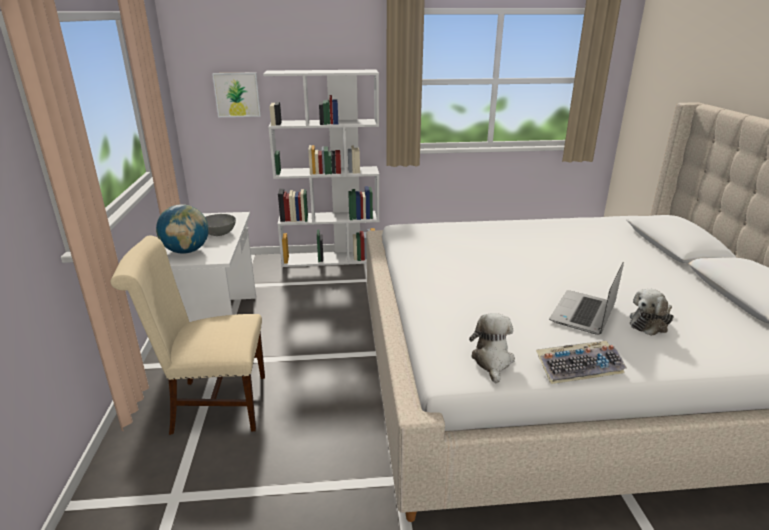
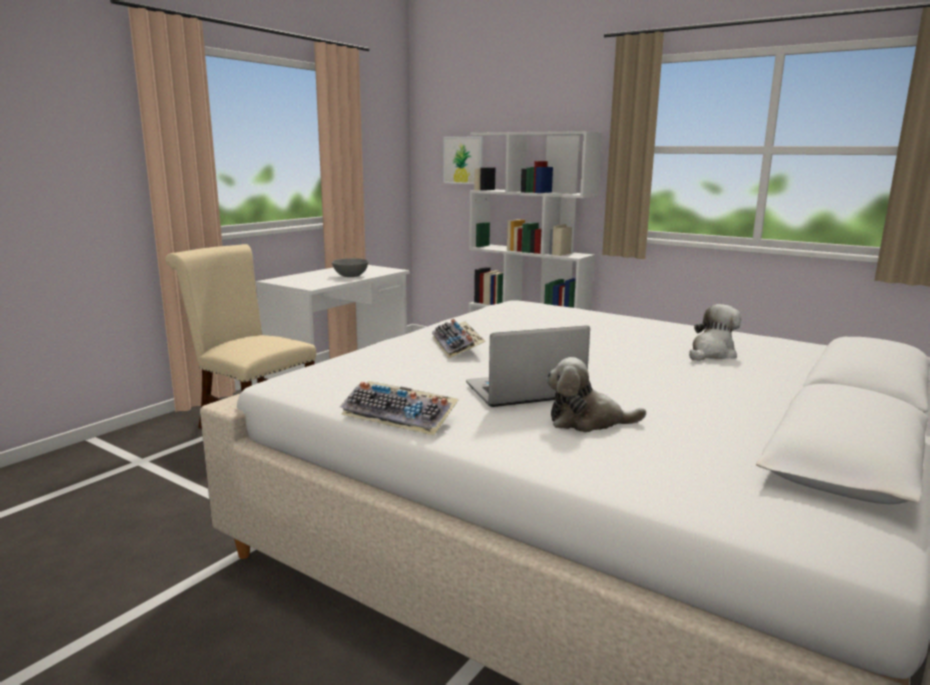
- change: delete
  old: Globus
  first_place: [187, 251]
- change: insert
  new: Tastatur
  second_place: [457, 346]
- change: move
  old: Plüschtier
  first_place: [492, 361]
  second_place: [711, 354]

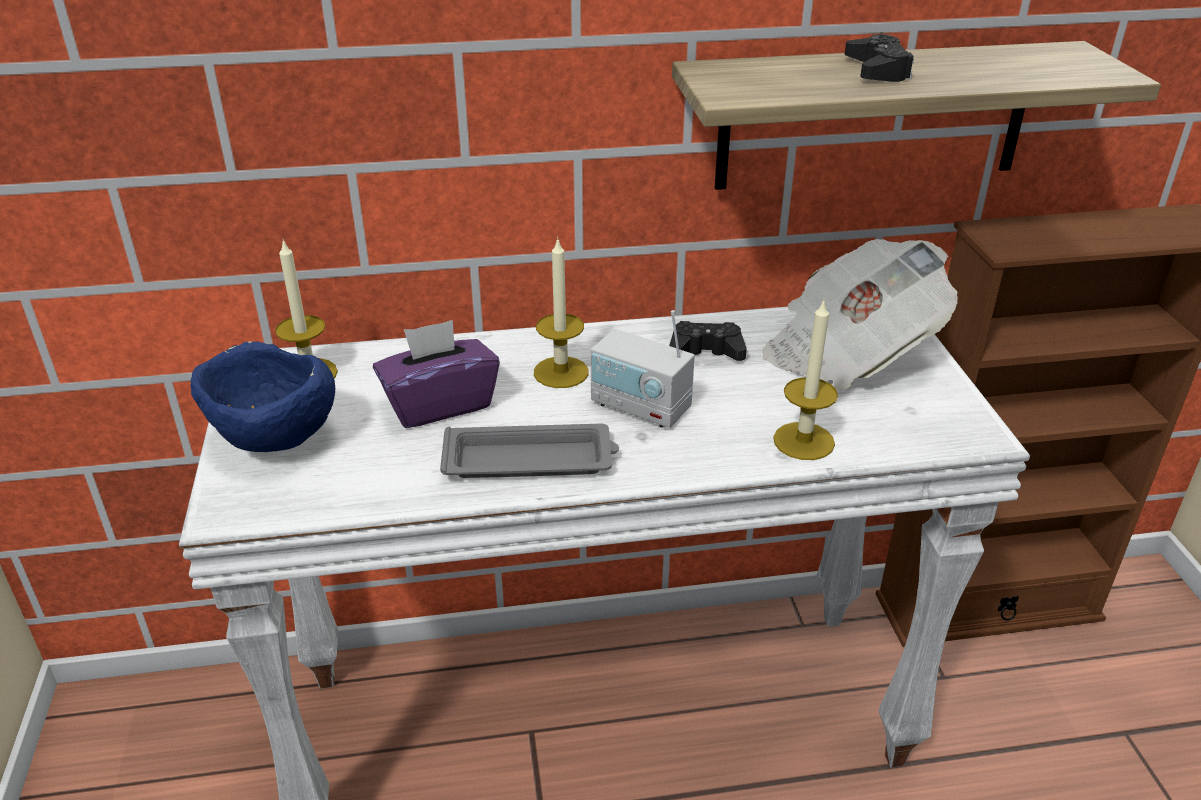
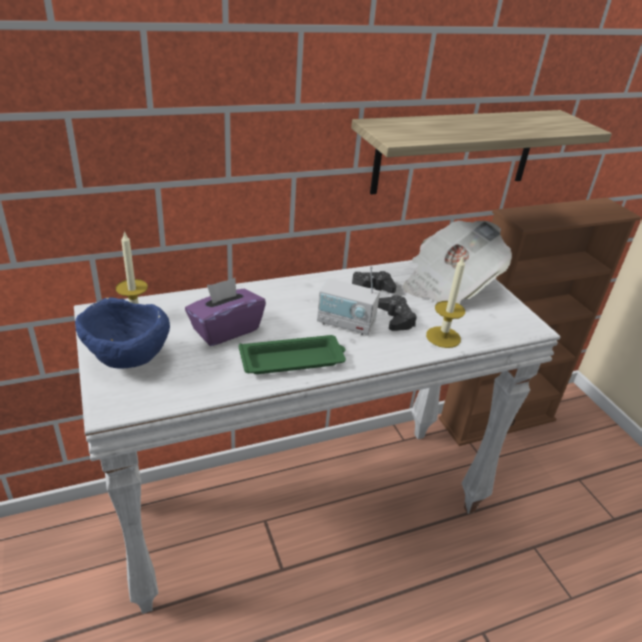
- change: delete
  old: Kerze
  first_place: [561, 372]
- change: move
  old: Gamepad (schwarz)
  first_place: [877, 70]
  second_place: [396, 318]
- change: recolor
  old: Tablett (grau)
  new: Tablett (grün)
  first_place: [531, 460]
  second_place: [294, 360]

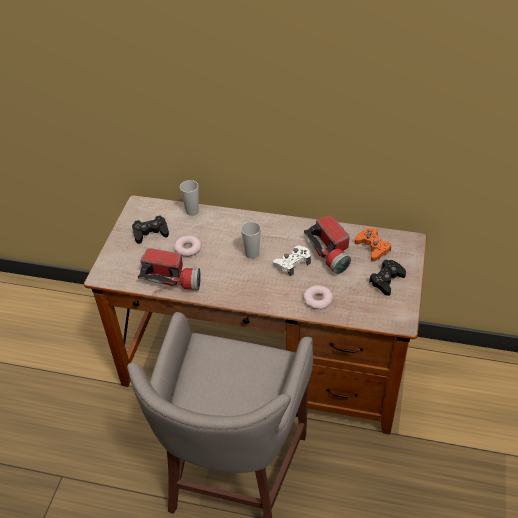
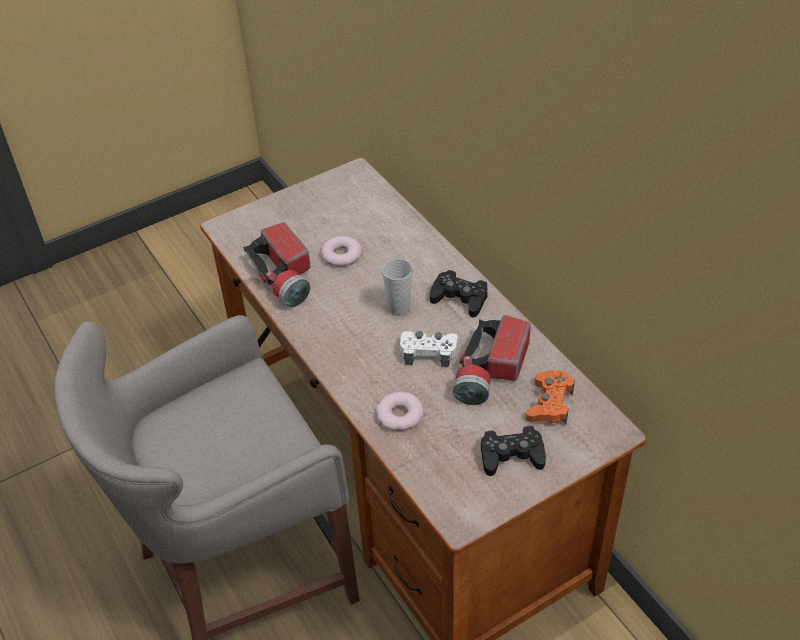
- change: delete
  old: Tasse
  first_place: [192, 211]
- change: move
  old: Gamepad (schwarz)
  first_place: [150, 232]
  second_place: [459, 298]

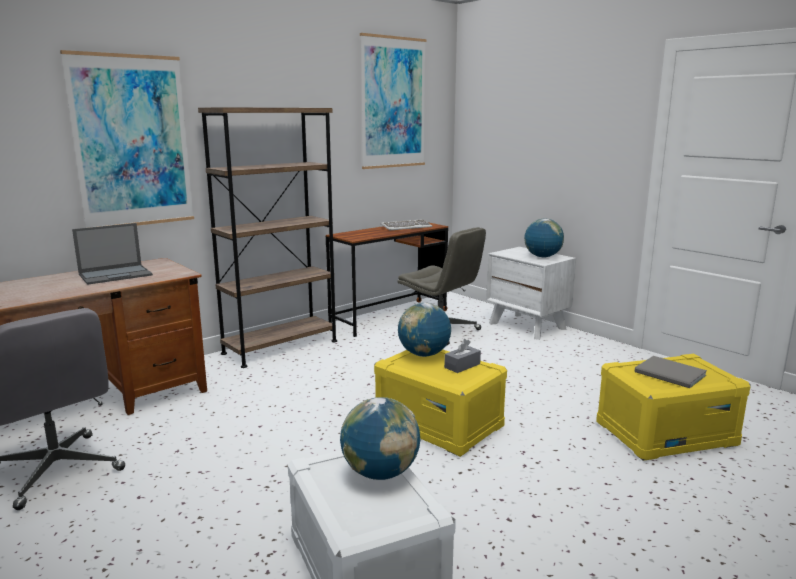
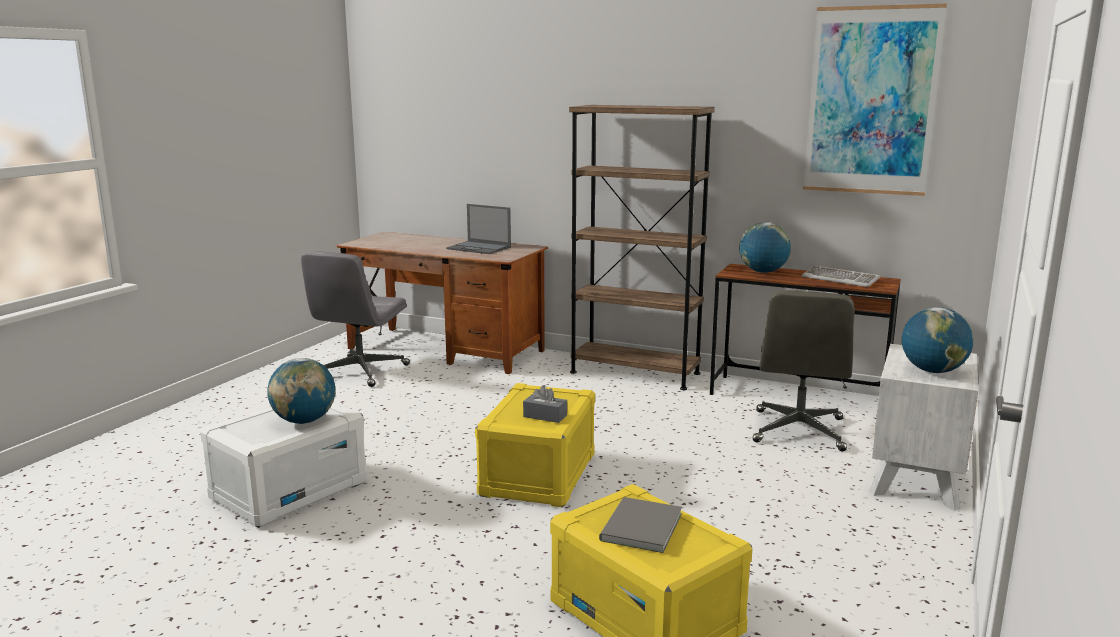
- change: delete
  old: Bild
  first_place: [132, 142]
- change: move
  old: Globus
  first_place: [424, 354]
  second_place: [763, 272]

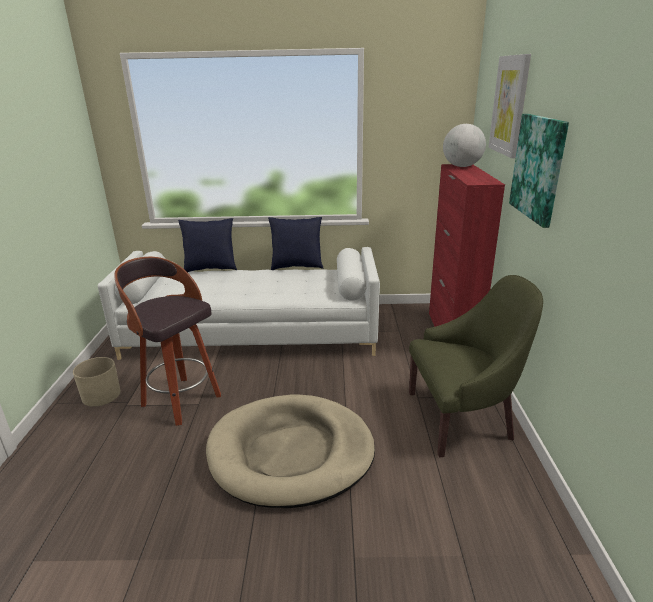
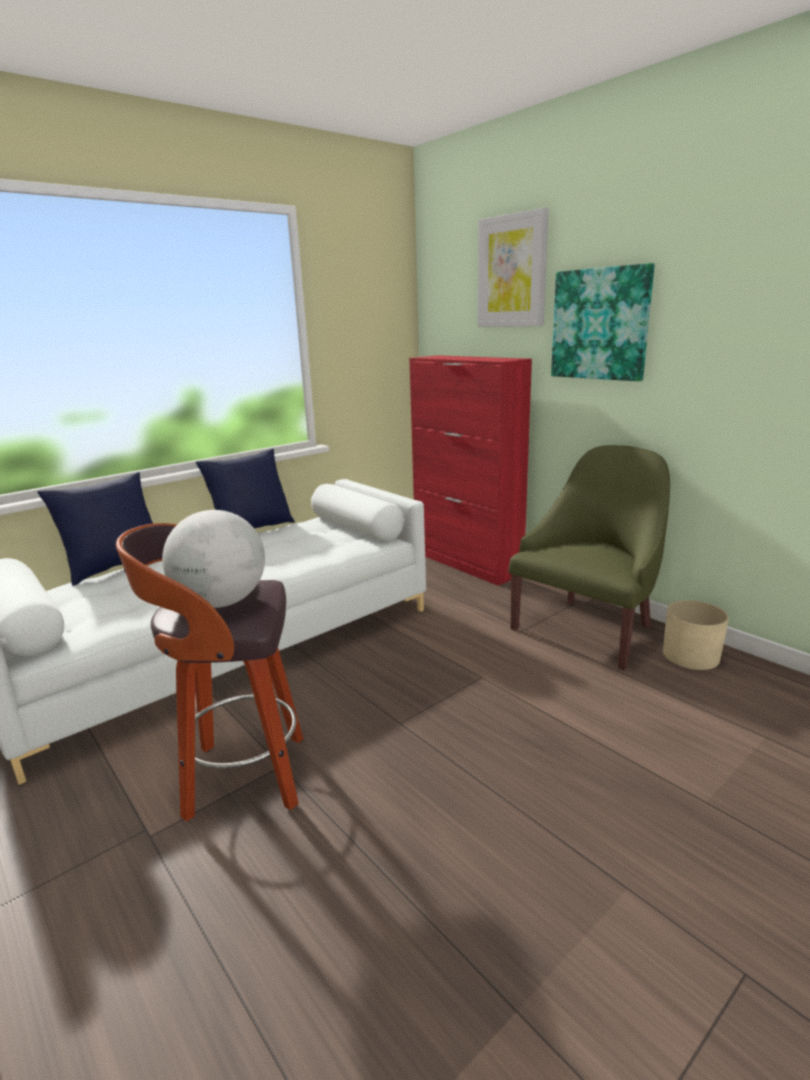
- change: delete
  old: Hundebett (beige)
  first_place: [291, 453]
- change: move
  old: Pflanzkübel (beige)
  first_place: [101, 395]
  second_place: [690, 656]
- change: move
  old: Globus
  first_place: [461, 166]
  second_place: [221, 602]

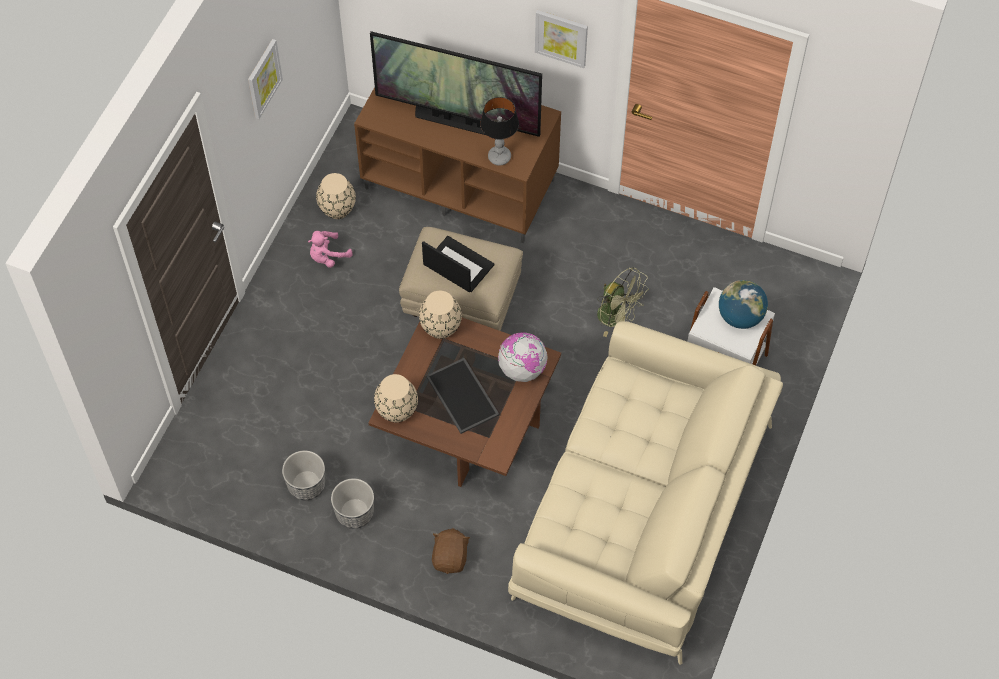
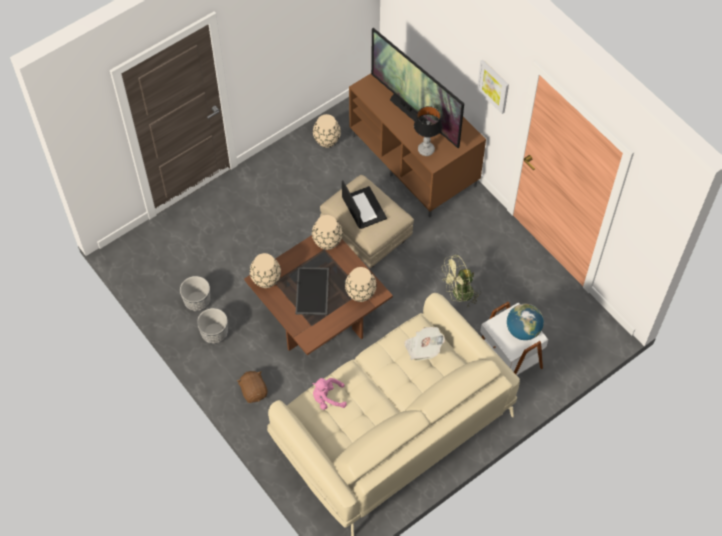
- change: delete
  old: Bild
  first_place: [263, 78]
- change: insert
  new: Zeitung
  second_place: [423, 348]
- change: move
  old: Plüschtier (rosa)
  first_place: [328, 256]
  second_place: [327, 398]
- change: replace
  old: Globus
  new: Vase (beige)
  first_place: [522, 369]
  second_place: [361, 293]
- change: rotate
  old: Plüschtier (braun)
  first_place: [450, 557]
  second_place: [254, 391]
  degrees: -60
- change: rotate
  old: Ventilator (grün)
  first_place: [617, 317]
  second_place: [458, 294]
  degrees: 90

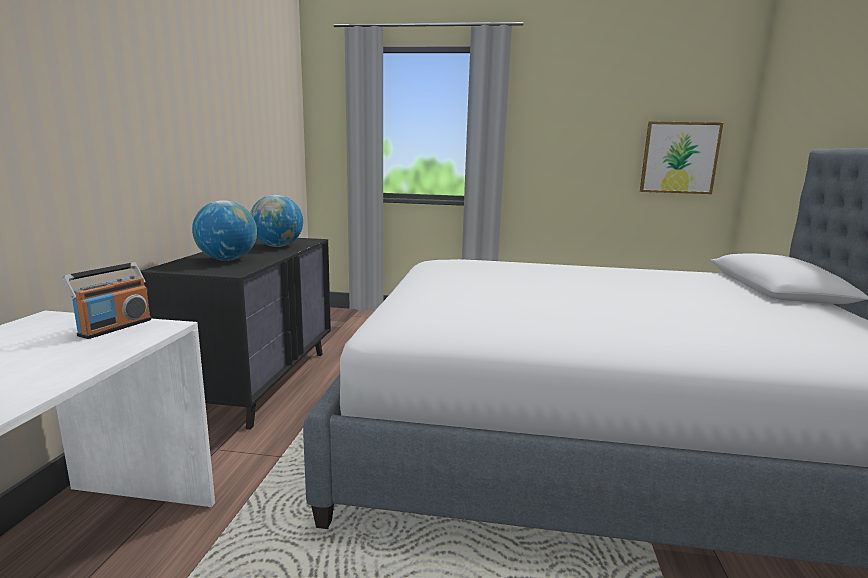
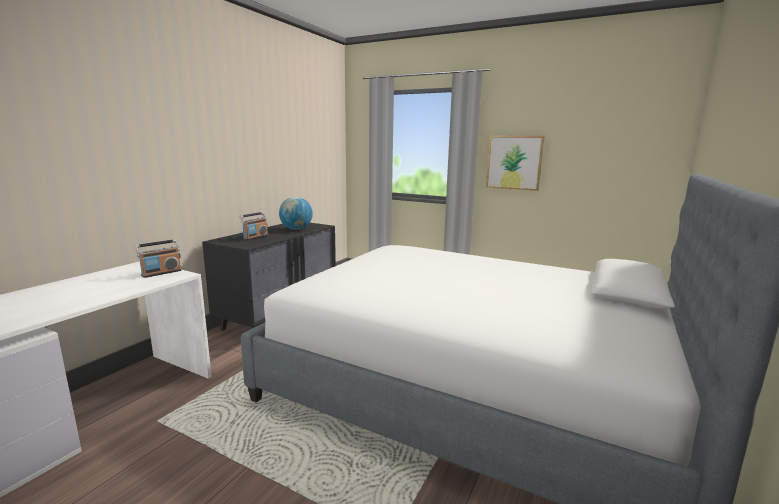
- change: move
  old: Bild
  first_place: [679, 158]
  second_place: [514, 162]
- change: replace
  old: Globus
  new: Radio
  first_place: [227, 260]
  second_place: [255, 237]

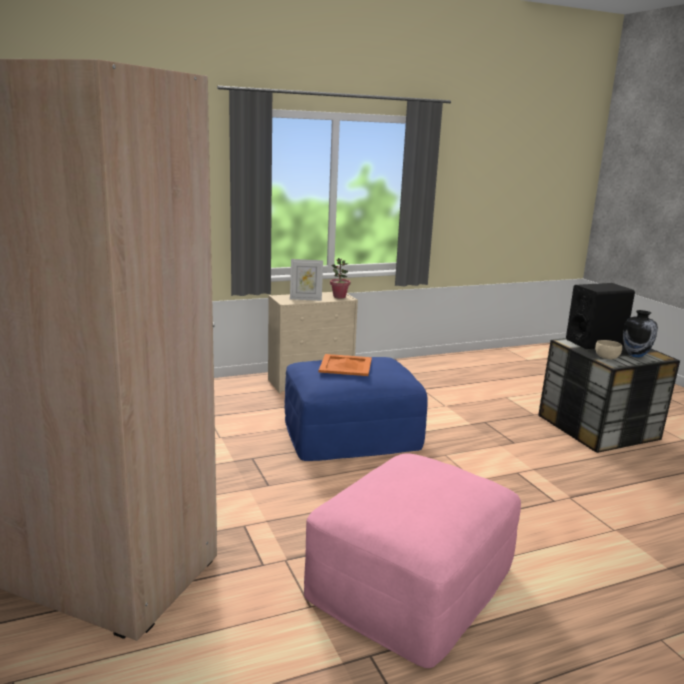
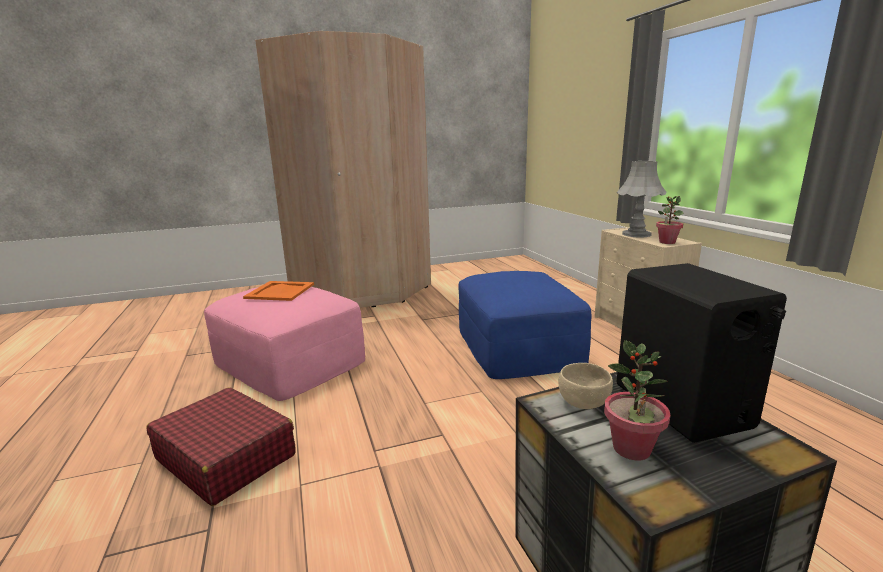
- change: insert
  new: Koffer (rot)
  second_place: [226, 457]
- change: move
  old: Tablett (orange)
  first_place: [346, 366]
  second_place: [279, 291]
- change: replace
  old: Bilderrahmen
  new: Tischlampe (grau)
  first_place: [305, 299]
  second_place: [636, 234]
- change: replace
  old: Vase
  new: Topfpflanze
  first_place: [635, 355]
  second_place: [631, 449]

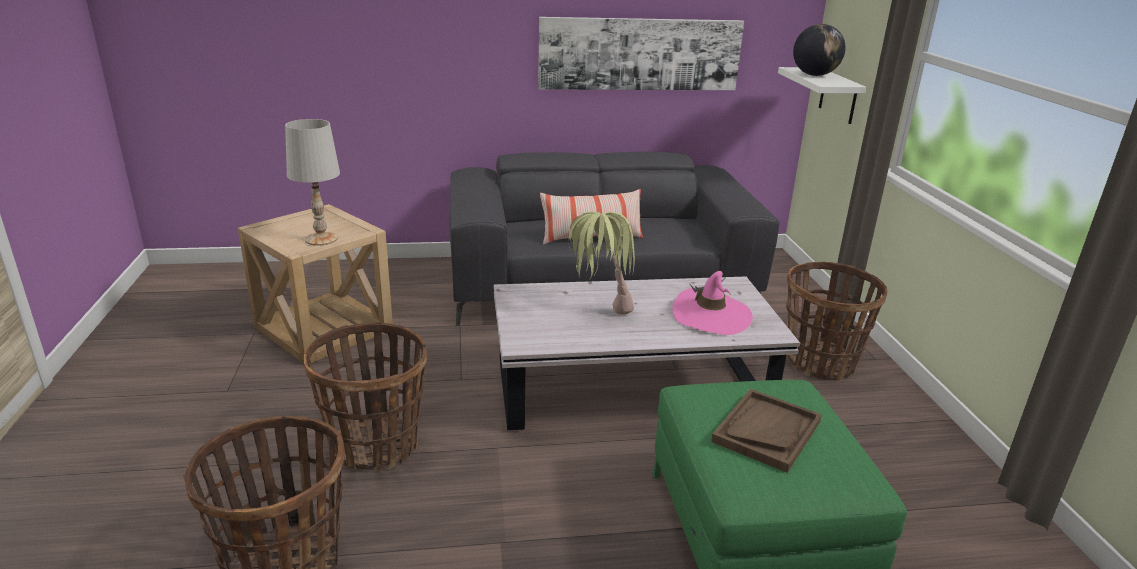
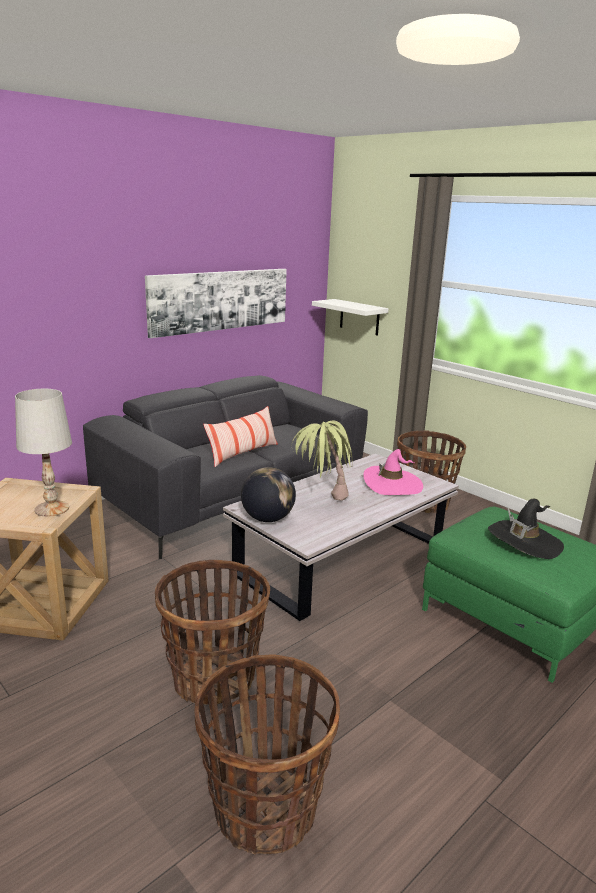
- change: move
  old: Globus
  first_place: [814, 75]
  second_place: [268, 519]
- change: replace
  old: Tablett (braun)
  new: Hut (schwarz)
  first_place: [766, 431]
  second_place: [524, 541]

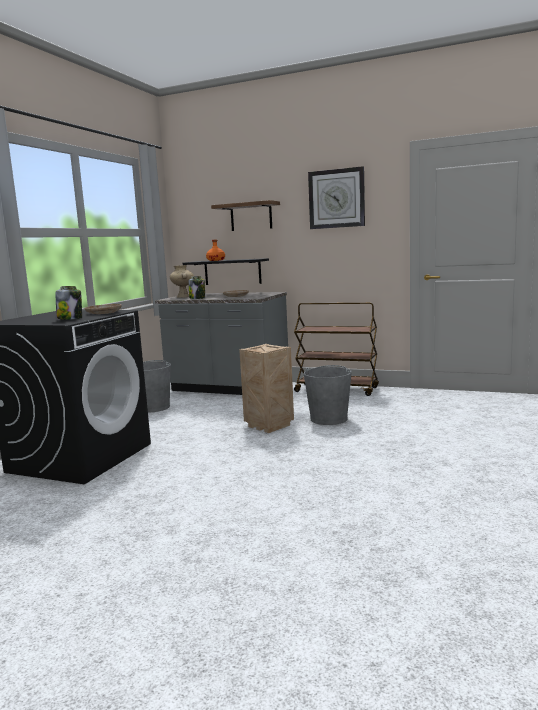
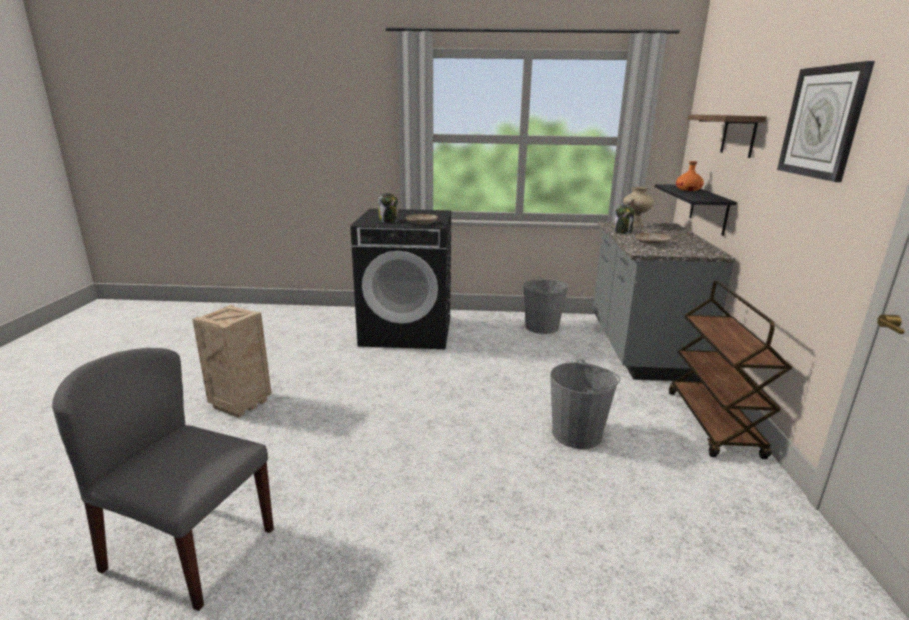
- change: insert
  new: Stuhl (grau)
  second_place: [188, 549]
- change: move
  old: Kiste
  first_place: [268, 426]
  second_place: [241, 403]

